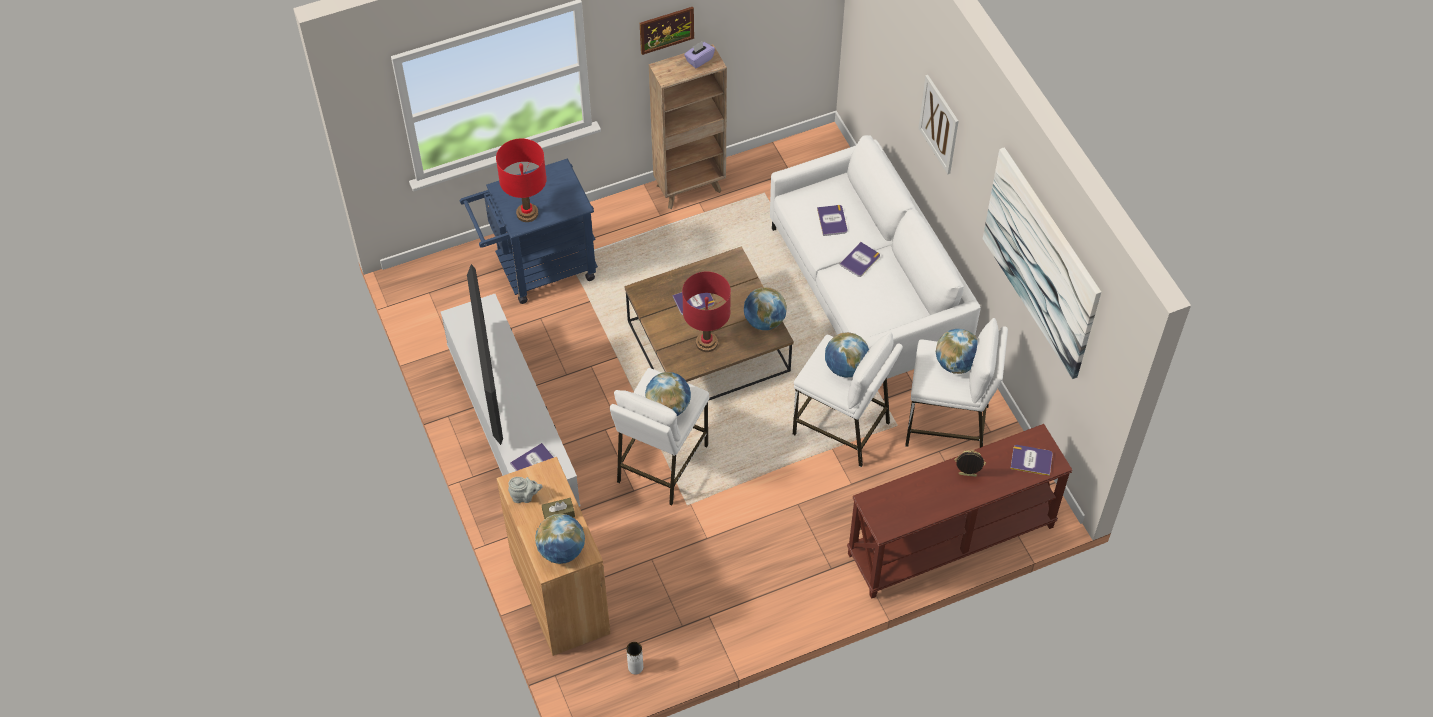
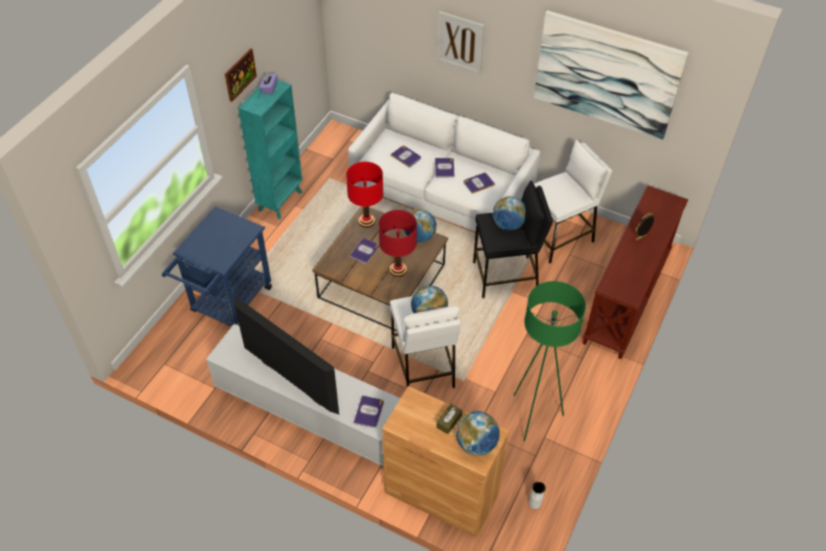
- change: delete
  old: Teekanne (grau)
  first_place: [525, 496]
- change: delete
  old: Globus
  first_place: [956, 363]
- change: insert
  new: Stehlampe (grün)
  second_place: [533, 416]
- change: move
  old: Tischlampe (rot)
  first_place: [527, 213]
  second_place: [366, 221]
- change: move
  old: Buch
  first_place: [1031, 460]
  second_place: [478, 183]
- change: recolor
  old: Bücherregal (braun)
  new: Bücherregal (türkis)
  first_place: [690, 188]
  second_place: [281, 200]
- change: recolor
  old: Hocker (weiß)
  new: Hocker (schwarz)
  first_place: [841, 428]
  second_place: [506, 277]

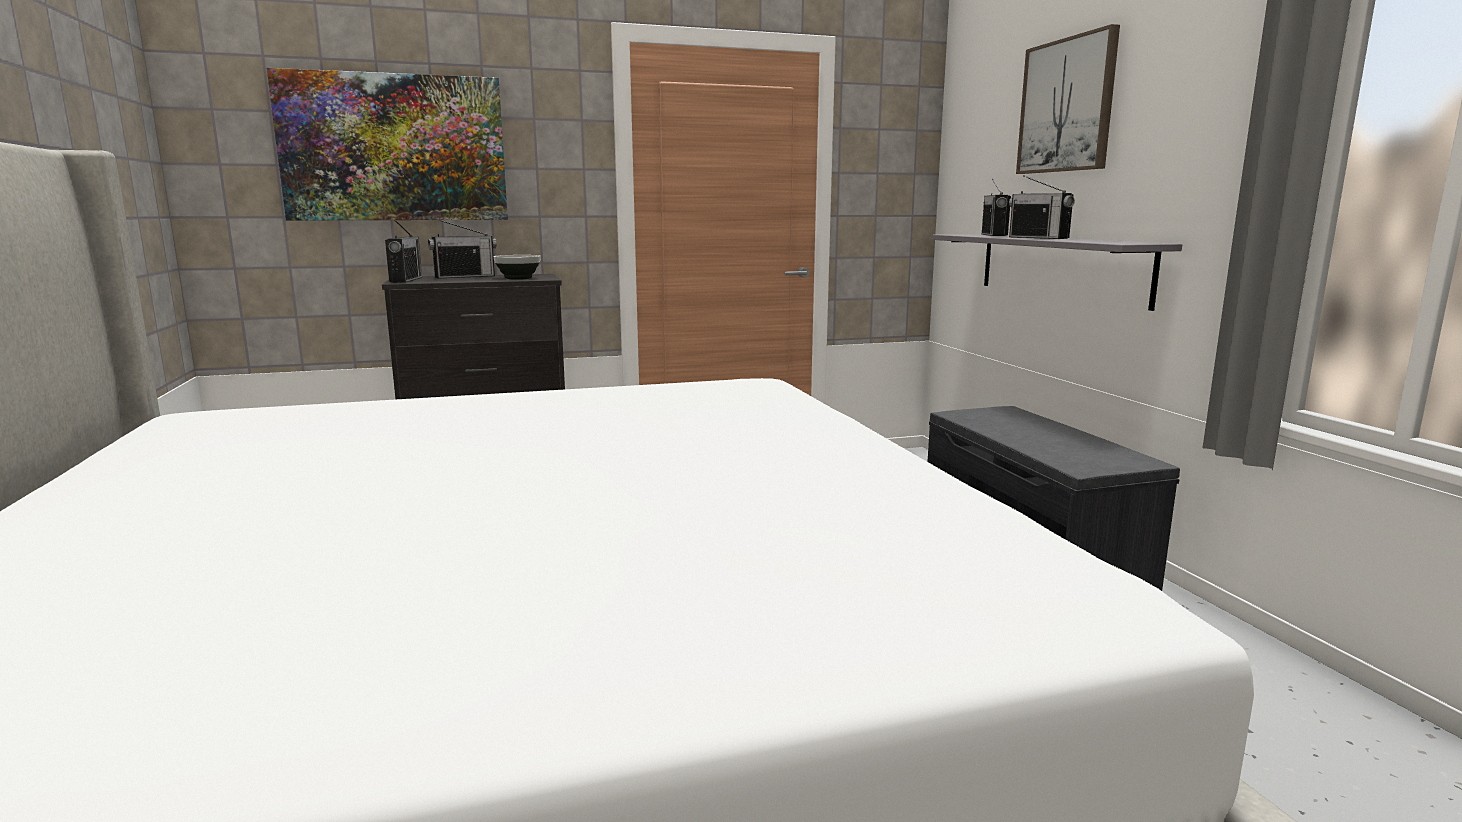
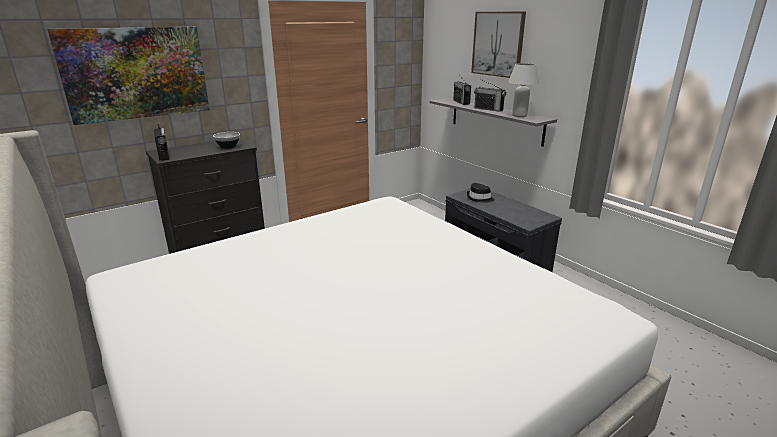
- change: delete
  old: Radio
  first_place: [464, 277]
- change: insert
  new: Hut (schwarz)
  second_place: [479, 198]
- change: insert
  new: Tischlampe (weiß)
  second_place: [519, 115]

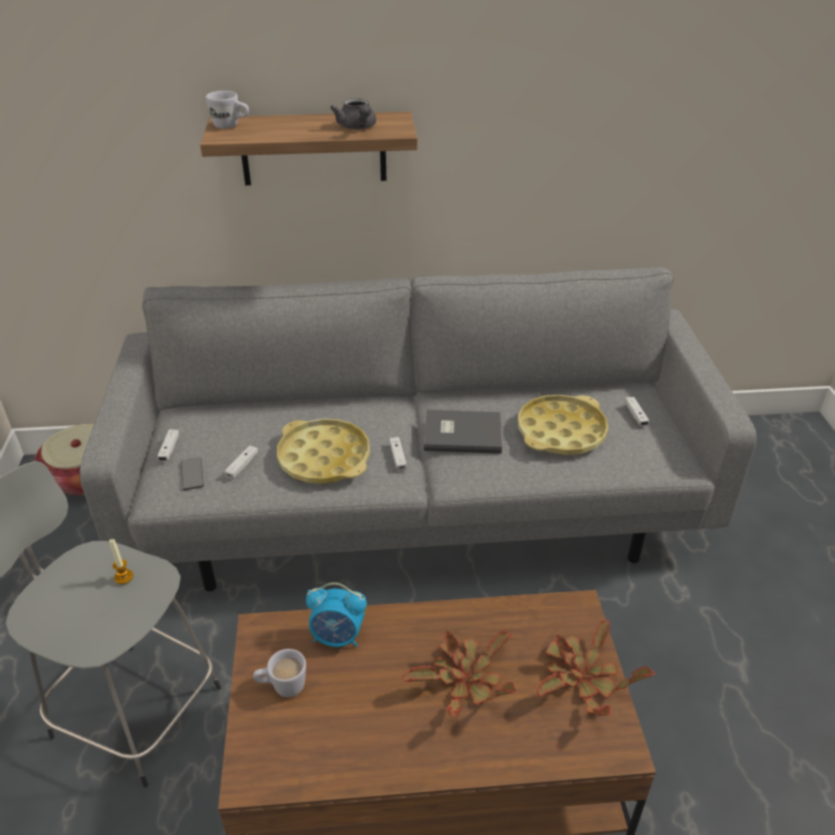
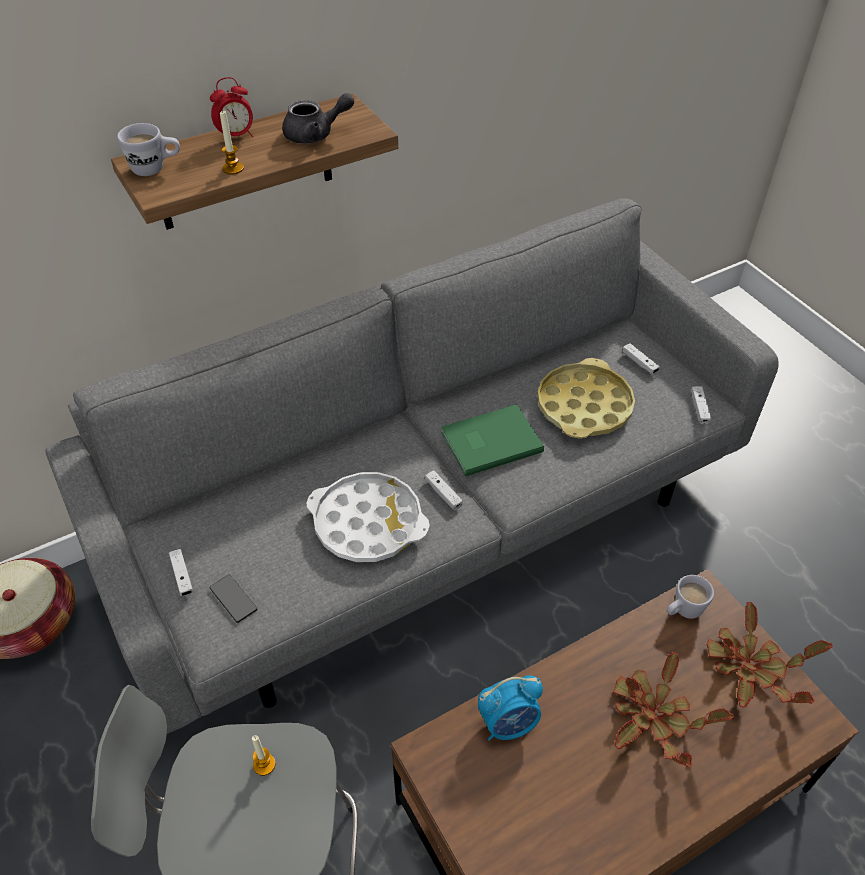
- change: insert
  new: Wecker
  second_place: [236, 136]
- change: insert
  new: Kerze
  second_place: [233, 168]
- change: move
  old: Gamepad (weiß)
  first_place: [242, 466]
  second_place: [699, 408]
- change: move
  old: Henkelbecher (weiß)
  first_place: [282, 687]
  second_place: [682, 611]
- change: recolor
  old: Tablett (gelb)
  new: Tablett (weiß)
  first_place: [324, 458]
  second_place: [368, 523]
- change: recolor
  old: Buch (grau)
  new: Buch (grün)
  first_place: [461, 433]
  second_place: [489, 441]
- change: rotate
  old: Teekanne (grau)
  first_place: [357, 127]
  second_place: [316, 135]
  degrees: -60

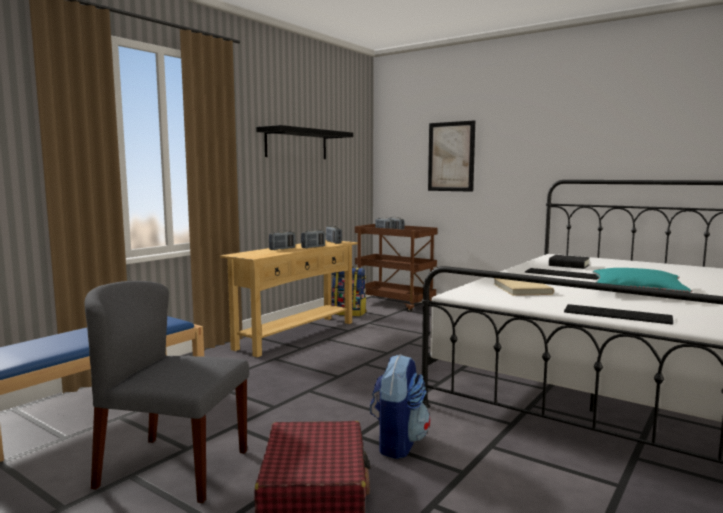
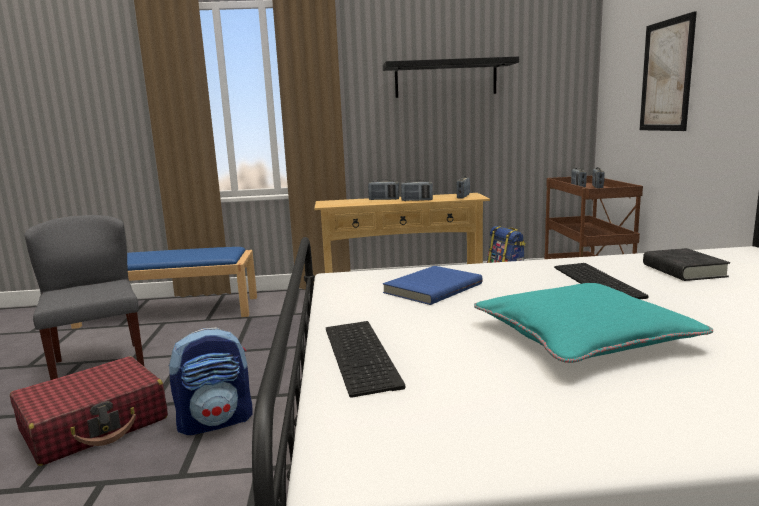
- change: recolor
  old: Buch (beige)
  new: Buch (blau)
  first_place: [521, 289]
  second_place: [431, 288]

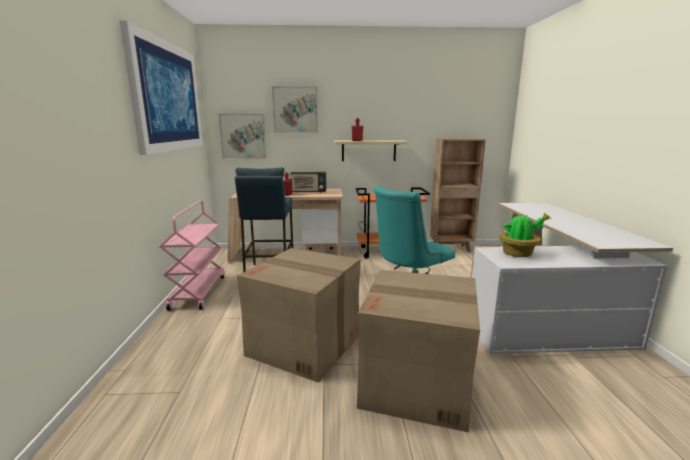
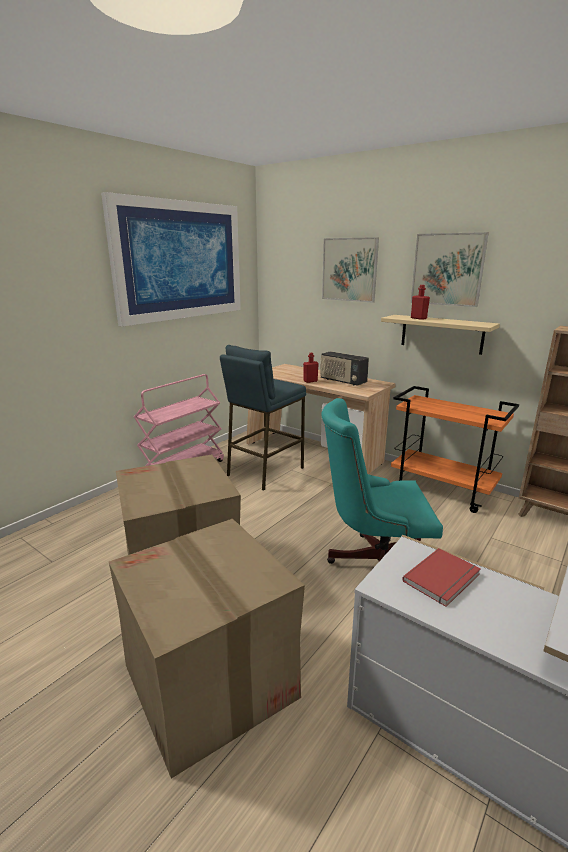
- change: move
  old: Bild
  first_place: [243, 136]
  second_place: [447, 269]
- change: replace
  old: Topfpflanze
  new: Buch (rot)
  first_place: [519, 254]
  second_place: [443, 579]

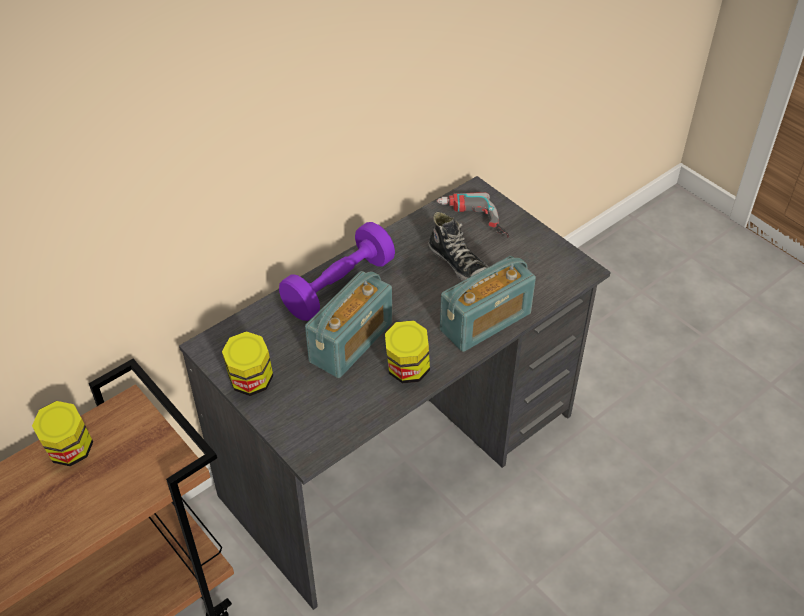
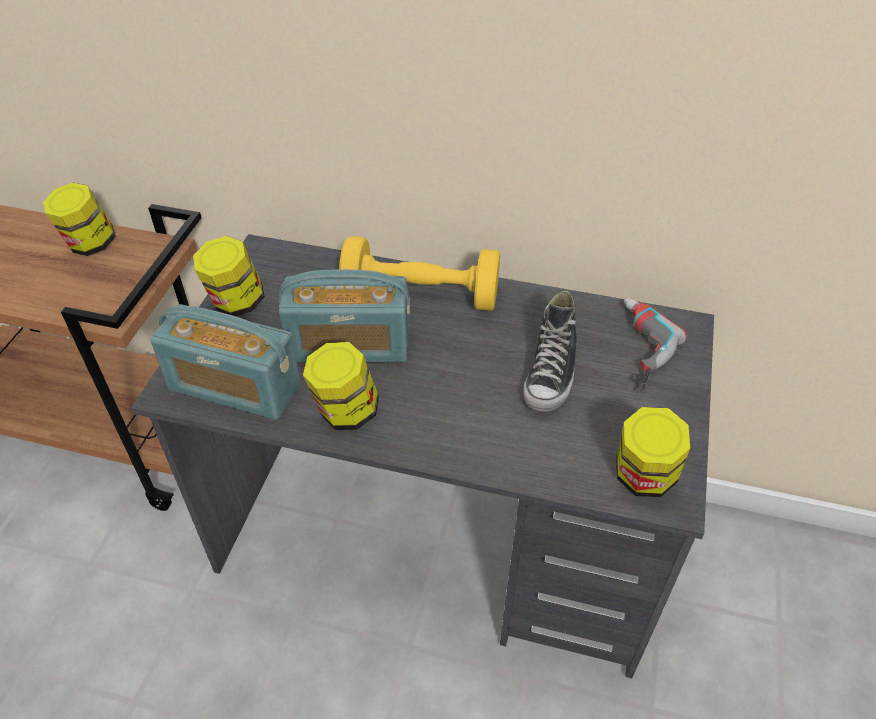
- change: insert
  new: Vorratsglas
  second_place: [643, 477]
- change: move
  old: Radio
  first_place: [485, 322]
  second_place: [234, 387]
- change: recolor
  old: Hantel (lila)
  new: Hantel (gelb)
  first_place: [339, 286]
  second_place: [421, 295]

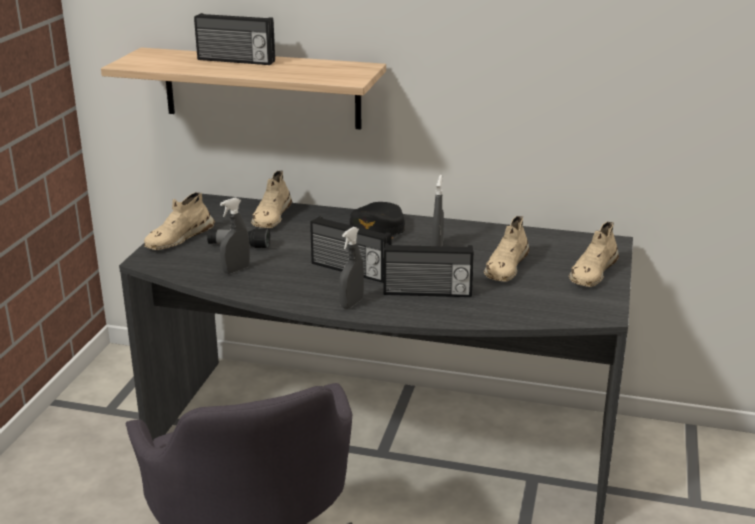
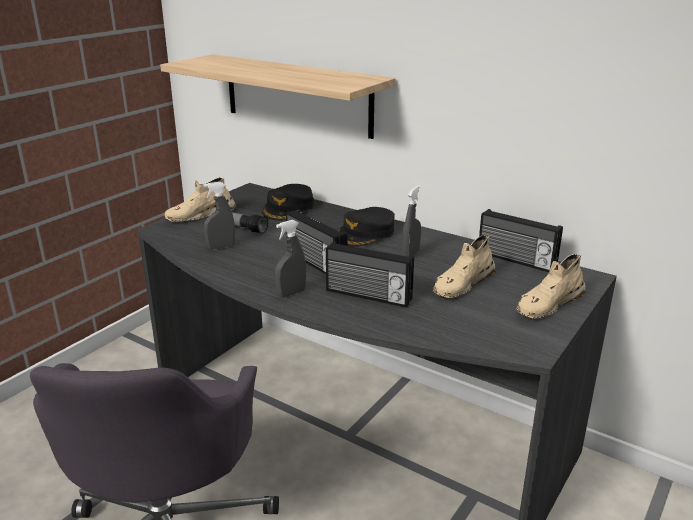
- change: move
  old: Radio
  first_place: [235, 61]
  second_place: [515, 260]
- change: replace
  old: Schuh (beige)
  new: Kappe (schwarz)
  first_place: [271, 217]
  second_place: [288, 208]

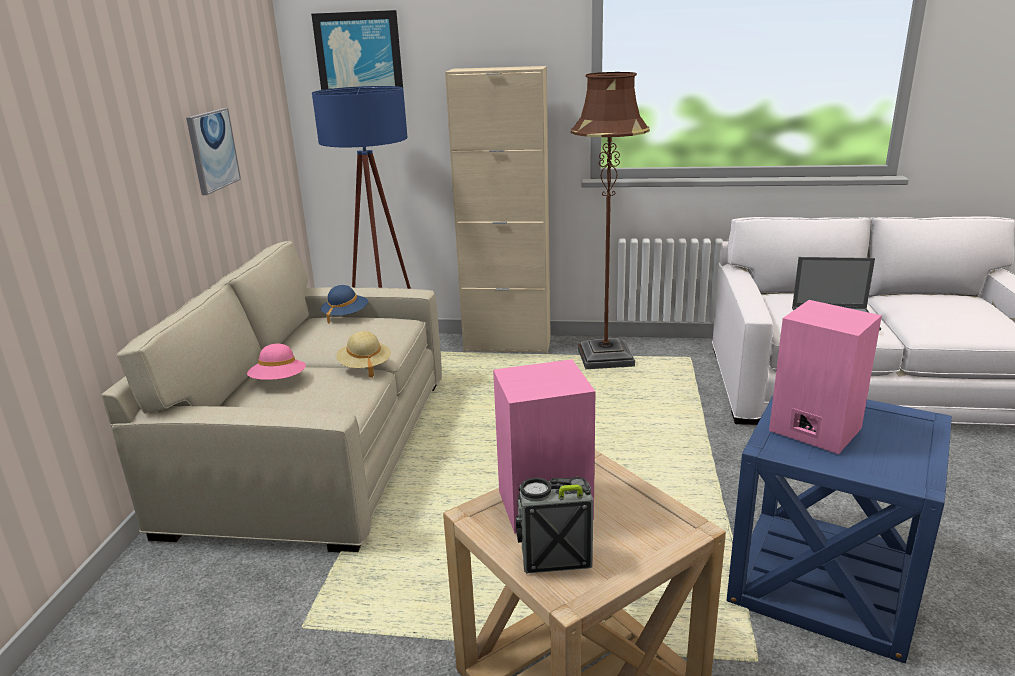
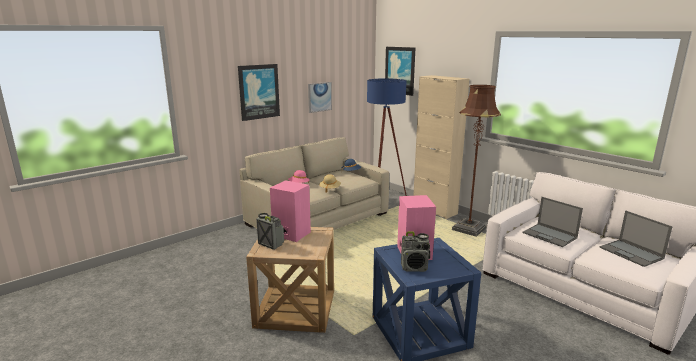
- change: insert
  new: Bild
  second_place: [259, 92]
- change: insert
  new: Radio
  second_place: [414, 268]
- change: insert
  new: Laptop
  second_place: [632, 253]

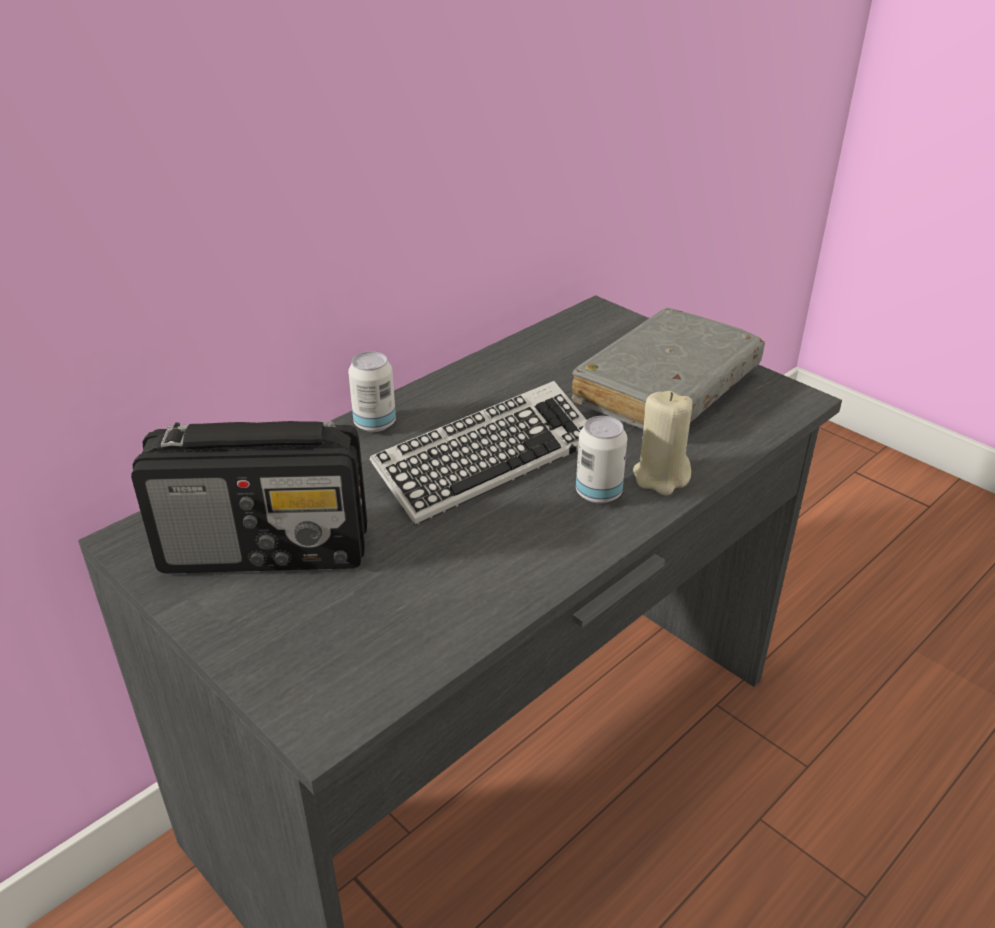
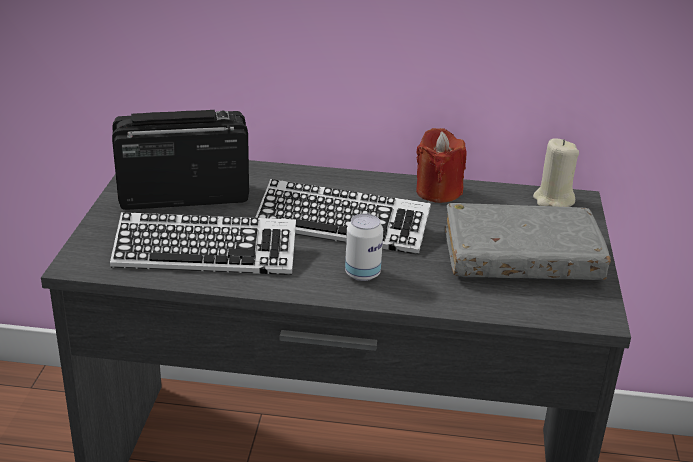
- change: delete
  old: Dose
  first_place: [375, 424]
- change: insert
  new: Tastatur
  second_place: [205, 254]
- change: insert
  new: Kerze (rot)
  second_place: [438, 192]
- change: move
  old: Kerze (beige)
  first_place: [661, 476]
  second_place: [553, 200]
- change: rotate
  old: Radio
  first_place: [268, 549]
  second_place: [182, 196]
  degrees: 120

